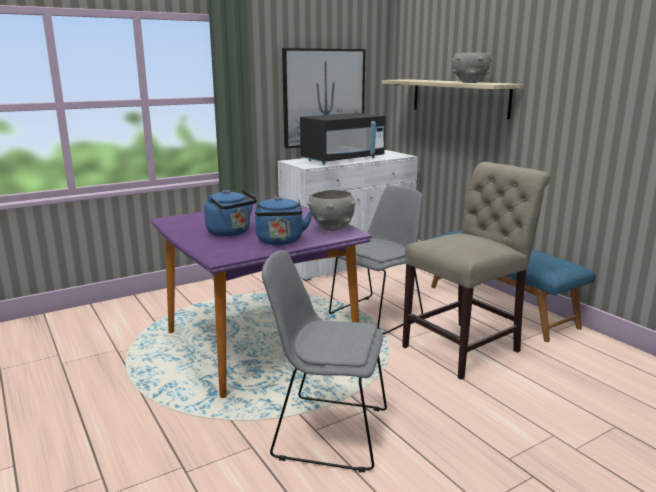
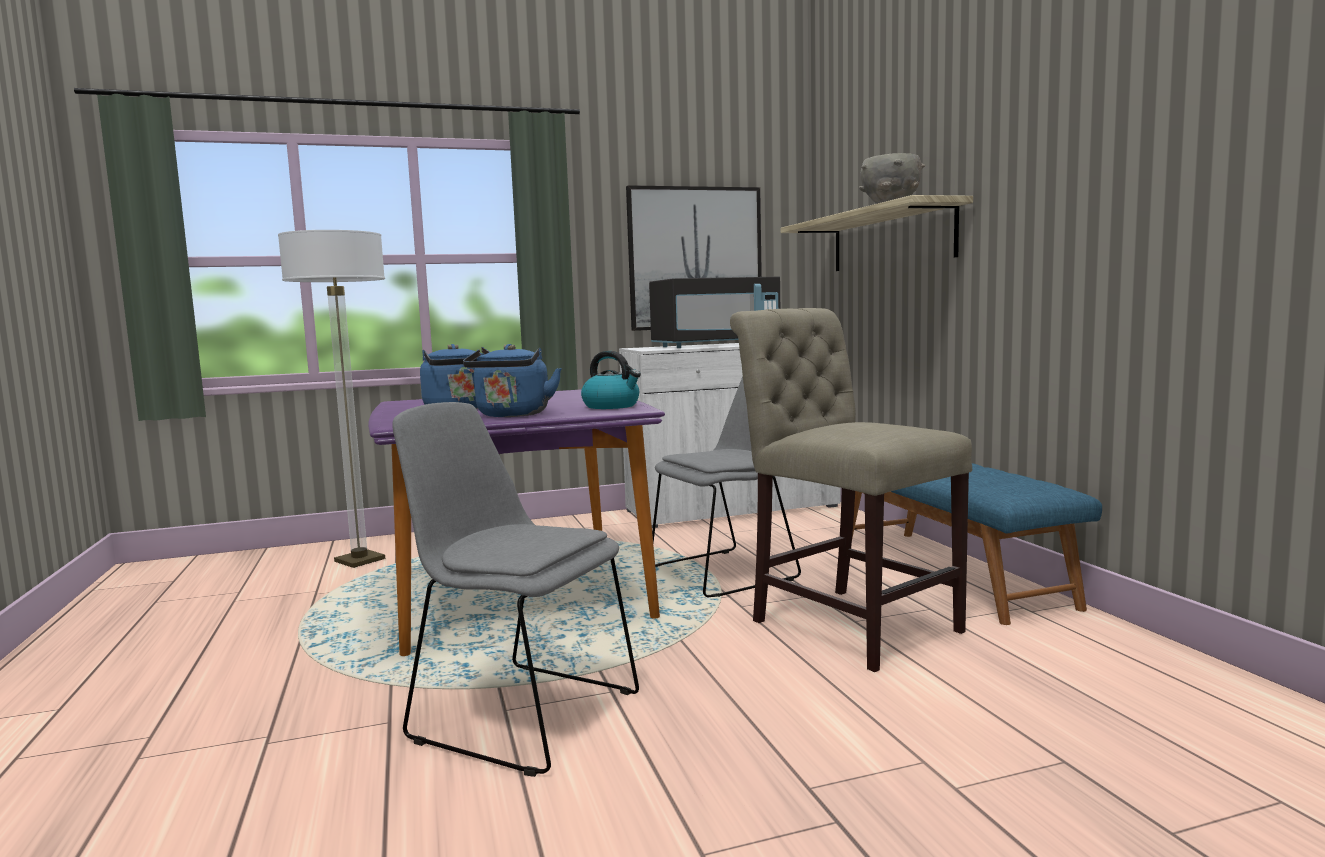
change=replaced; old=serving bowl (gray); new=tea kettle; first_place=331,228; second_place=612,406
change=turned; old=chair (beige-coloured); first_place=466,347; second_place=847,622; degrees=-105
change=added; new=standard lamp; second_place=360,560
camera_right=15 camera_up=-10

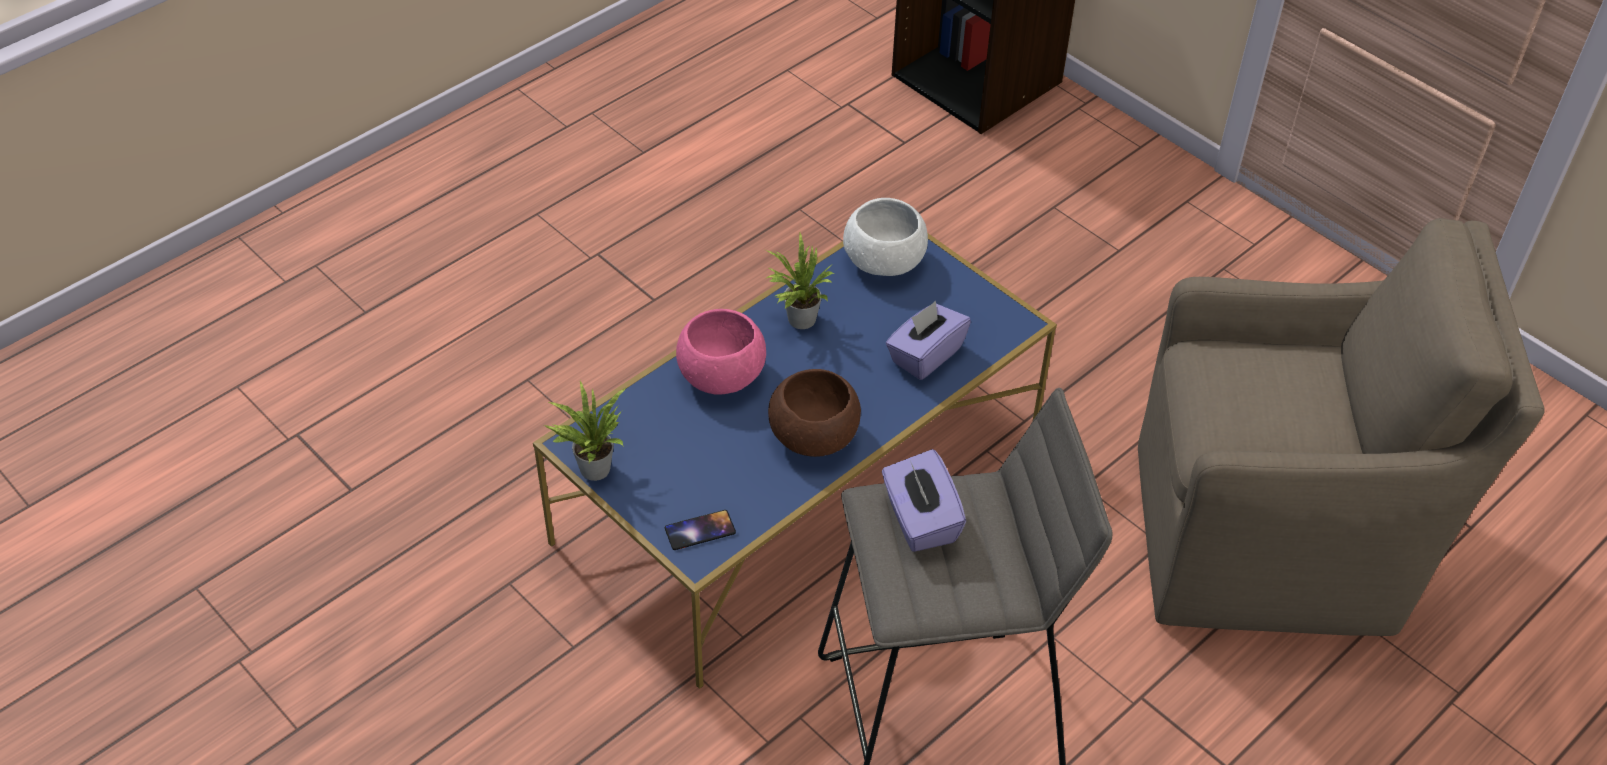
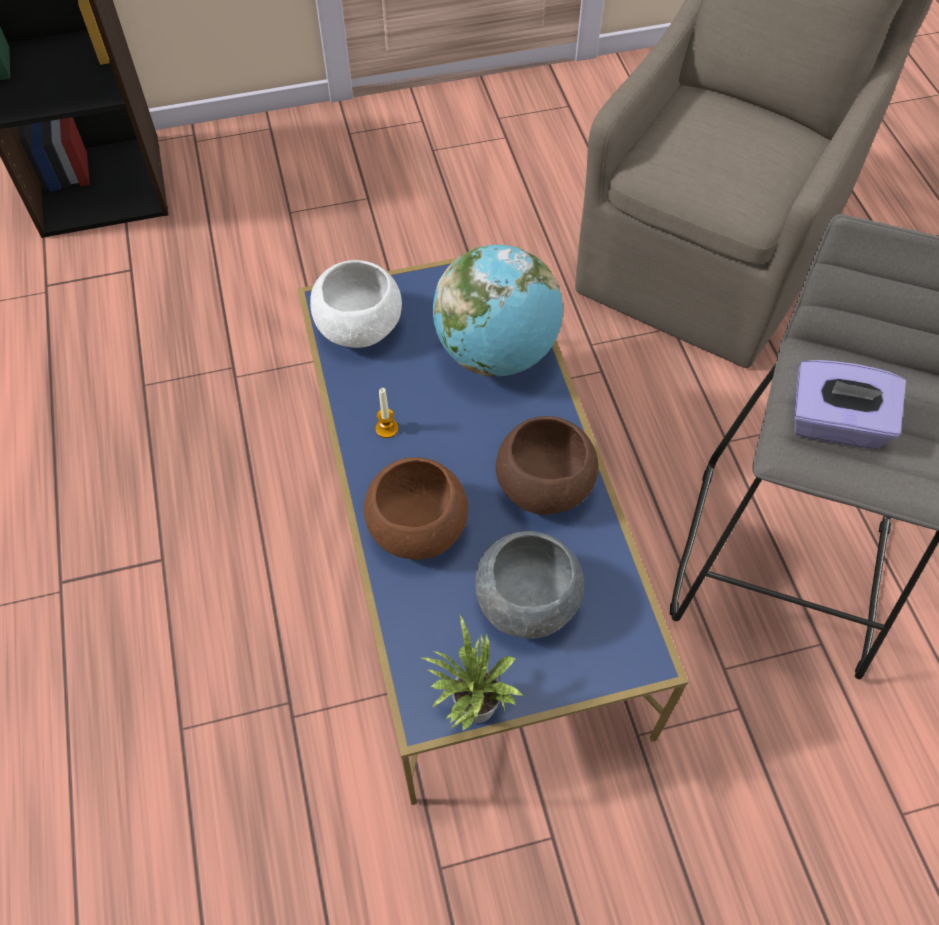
change=removed; old=telephone; first_place=700,530
change=recoloured; old=serving bowl (pink-coloured); new=serving bowl (brown-coloured); first_place=721,374; second_place=417,527
change=replaced; old=potted plant; new=wax candle; first_place=798,319; second_place=387,428
change=replaced; old=tissue holder (purplish); new=world globe; first_place=925,355; second_place=496,352
change=added; new=serving bowl (gray); second_place=527,601
camera_right=-60 camera_up=10

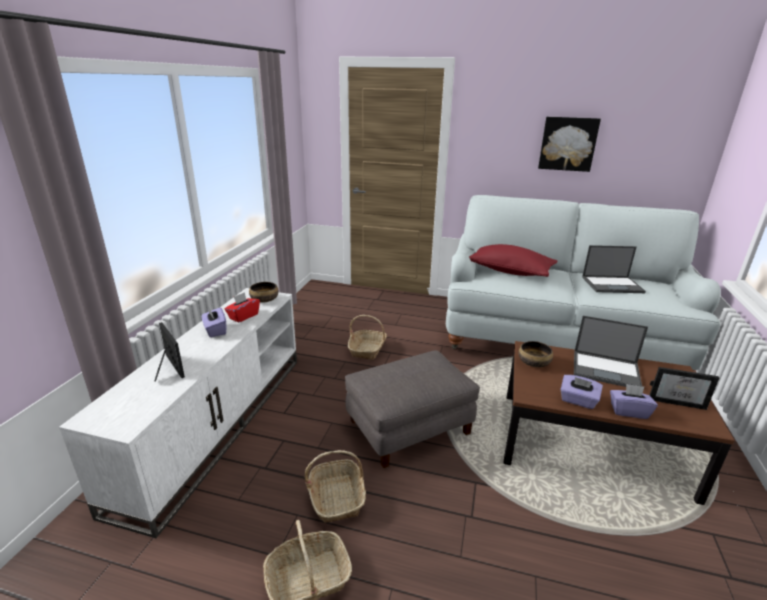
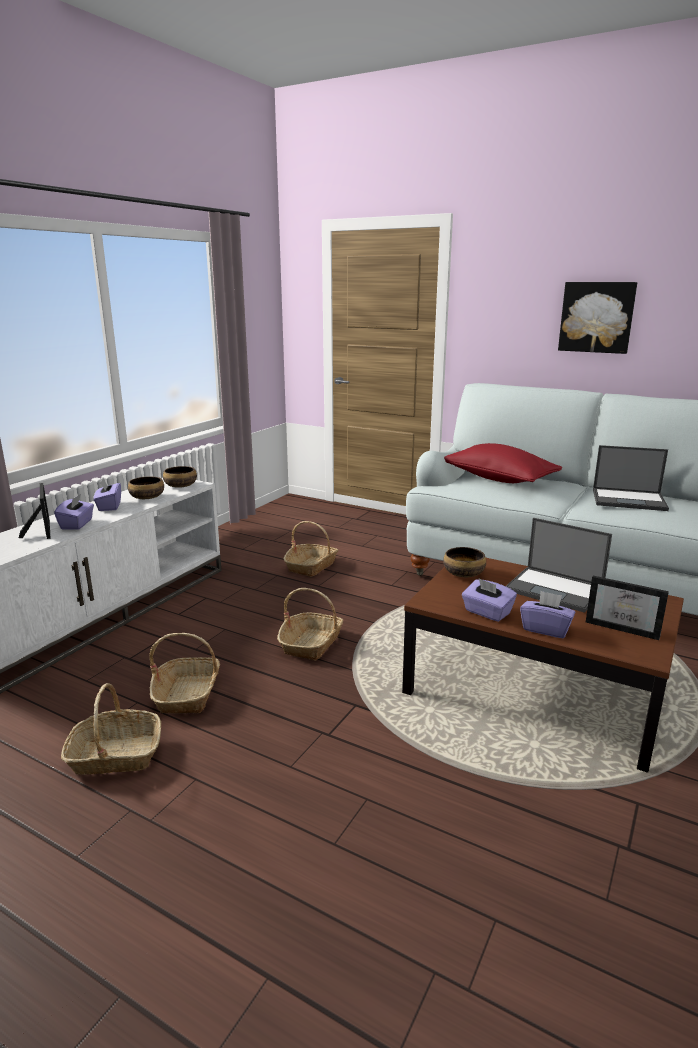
change=replaced; old=tissue holder (red-coloured); new=serving bowl; first_place=243,316; second_place=147,497
change=replaced; old=footrest (gray); new=storage basket; first_place=409,426; second_place=311,643
change=added; new=tissue holder (purplish); second_place=77,524
camera_right=15 camera_up=-5

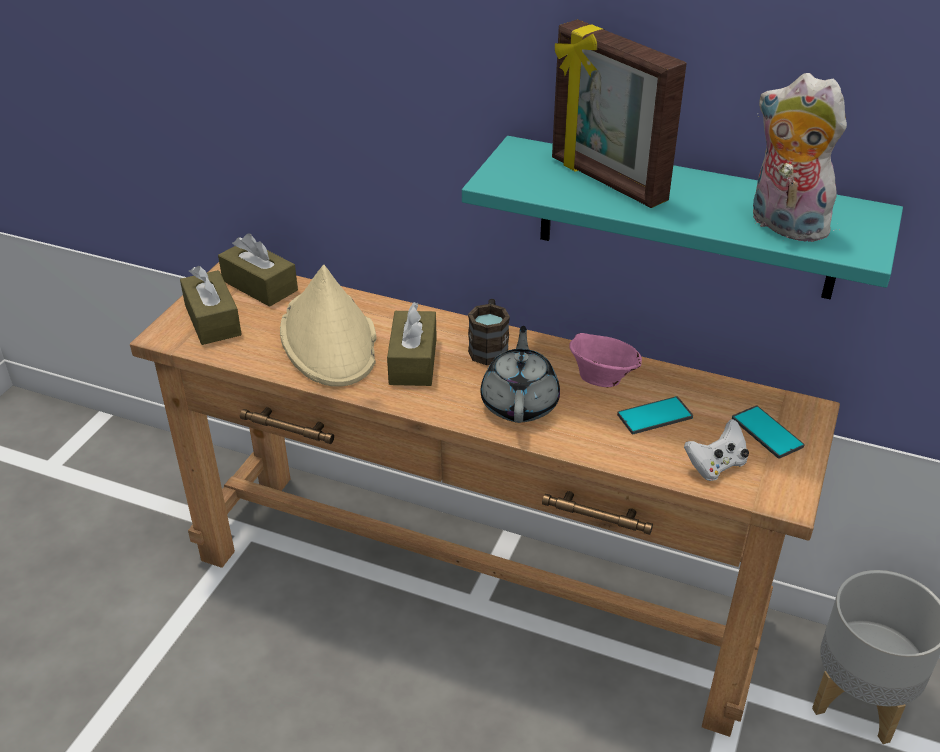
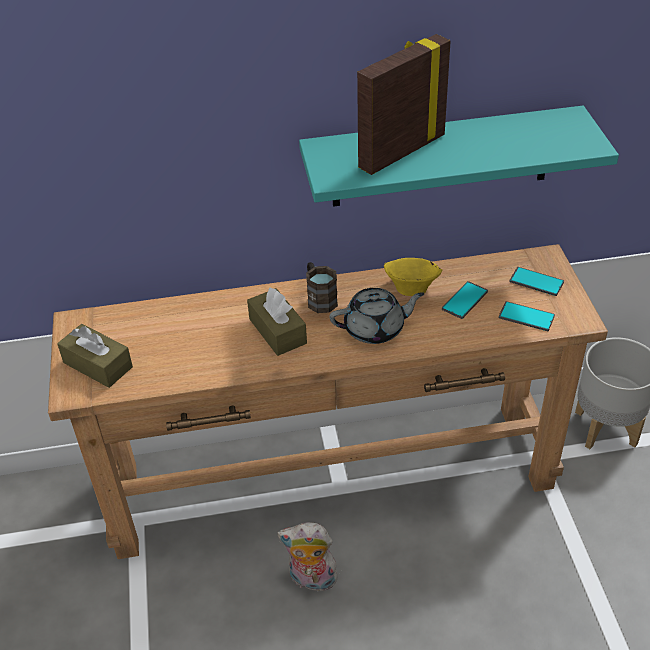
change=removed; old=tissue holder (brown-coloured); first_place=260,285
change=removed; old=wearable hat (beige-coloured); first_place=329,340
change=turned; old=teapot (gray); first_place=520,403; second_place=375,329; degrees=105
change=turned; old=photo frame; first_place=606,181; second_place=400,151; degrees=120
change=recoloured; old=serving bowl (pink-coloured); new=serving bowl (yellow-coloured); first_place=601,378; second_place=410,289
change=replaced; old=game controller (white); new=telephone; first_place=716,466; second_place=526,317
change=moved; old=plush toy; first_place=783,226; second_place=311,580
camera_right=-30 camera_up=5

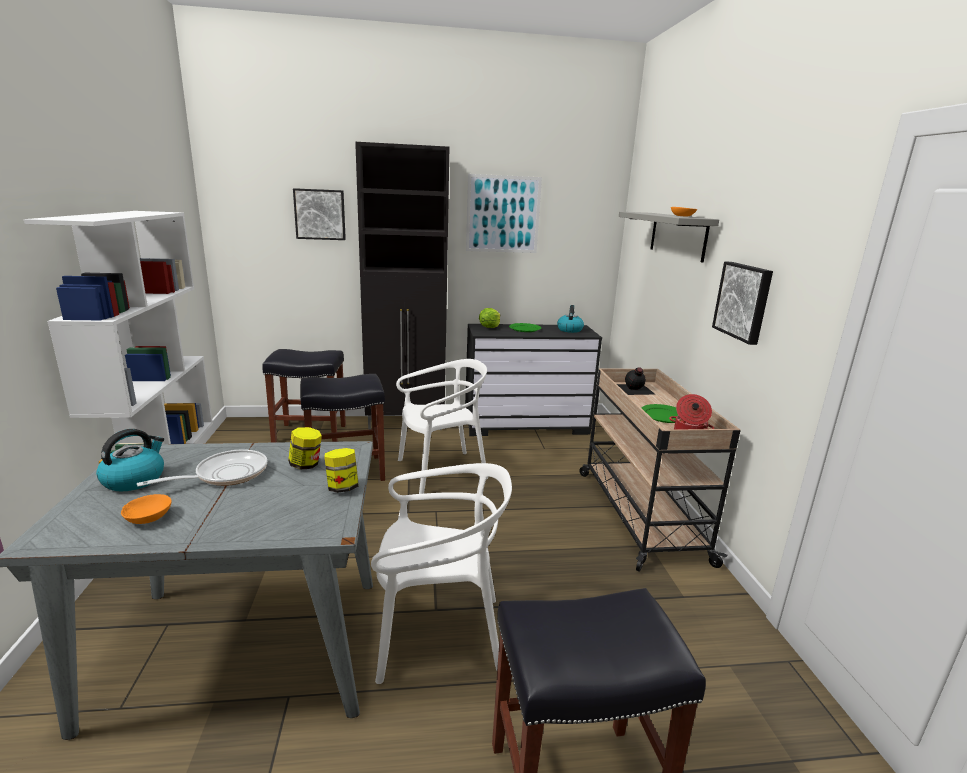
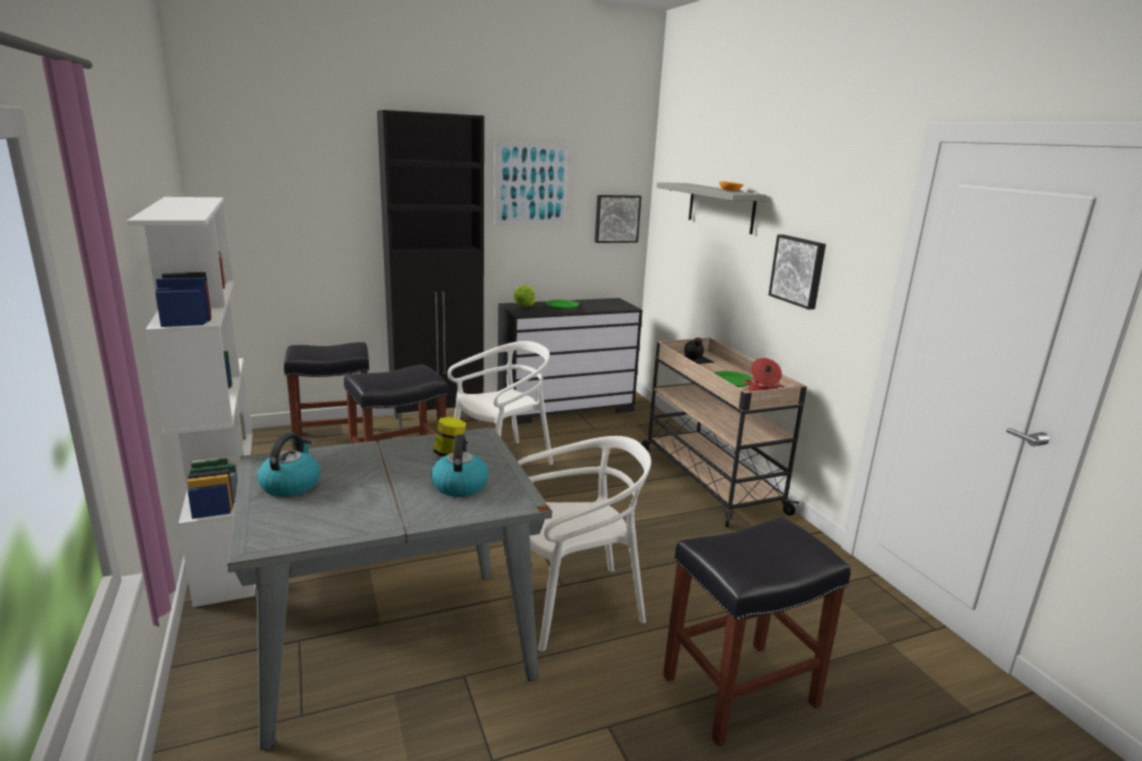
change=removed; old=serving bowl (orange); first_place=150,518
change=removed; old=frying pan; first_place=225,474
change=moved; old=picture; first_place=320,214; second_place=616,218
change=removed; old=preserve jar; first_place=342,488
change=moved; old=tea kettle; first_place=569,330; second_place=459,485
camera_right=-15 camera_up=0

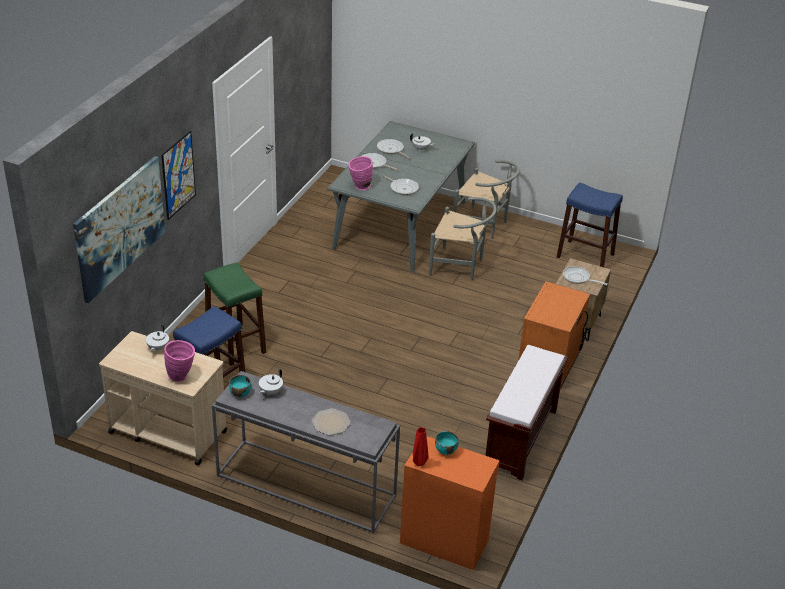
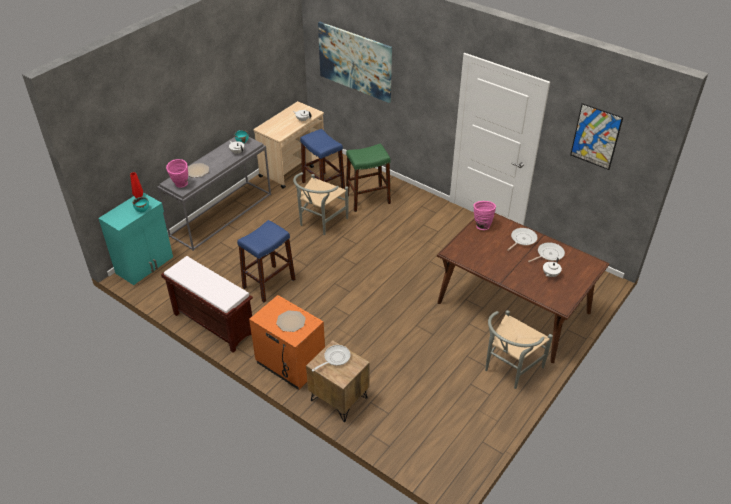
change=moved; old=picture; first_place=178,175; second_place=596,136
change=moved; old=decorative vase (pink-coloured); first_place=182,376; second_place=181,185
change=recoloured; old=dinner table (gray); new=dinner table (brown-coloured); first_place=400,225; second_place=512,308
change=removed; old=frying pan; first_place=403,188
change=recoloured; old=cabinet (orange); new=cabinet (turquoise-coloured); first_place=444,540; second_place=145,265
change=moved; old=chair (gray); first_place=460,266; second_place=320,222
change=moved; old=sitting stool (bluish); first_place=585,256; second_place=269,283
change=added; new=flat dish; second_place=290,322
camera_right=105 camera_up=5

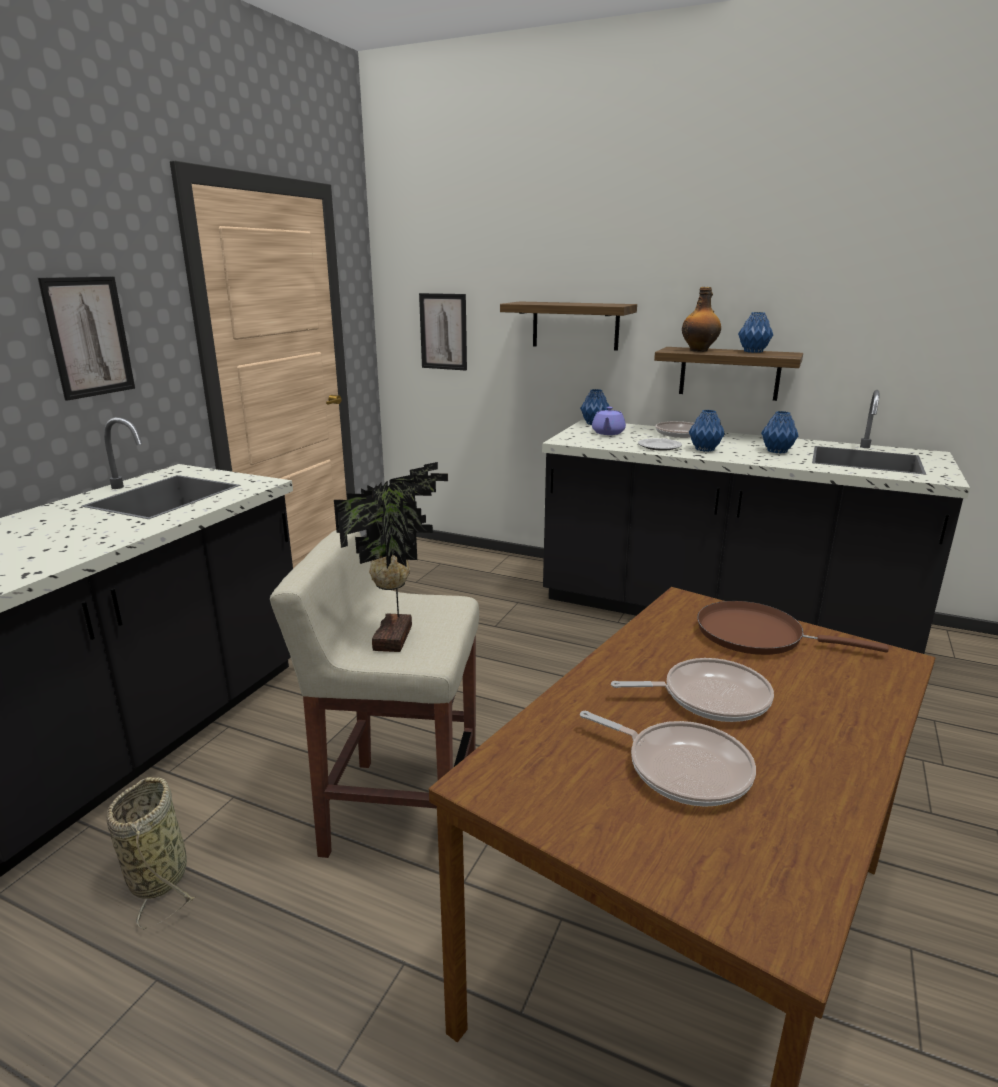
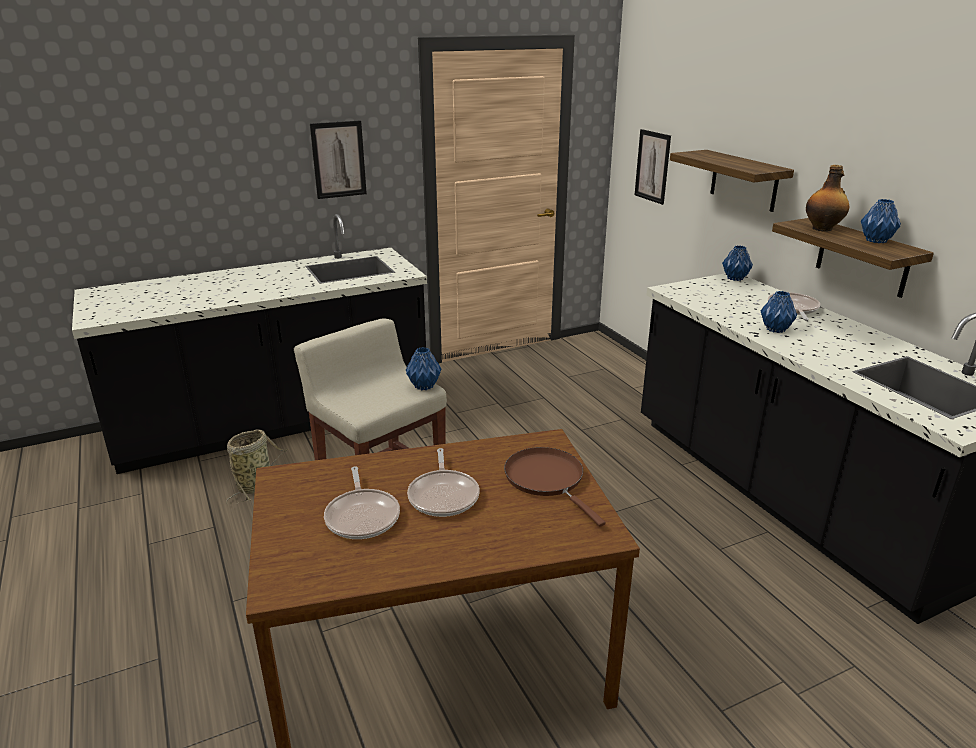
change=removed; old=potted plant; first_place=397,638
change=removed; old=teapot (purplish); first_place=608,433
change=turned; old=frying pan; first_place=709,697; second_place=443,495; degrees=45
change=removed; old=flat dish; first_place=659,446
change=moved; old=decorative vase (bluish); first_place=777,451; second_place=423,386
camera_right=40 camera_up=5

